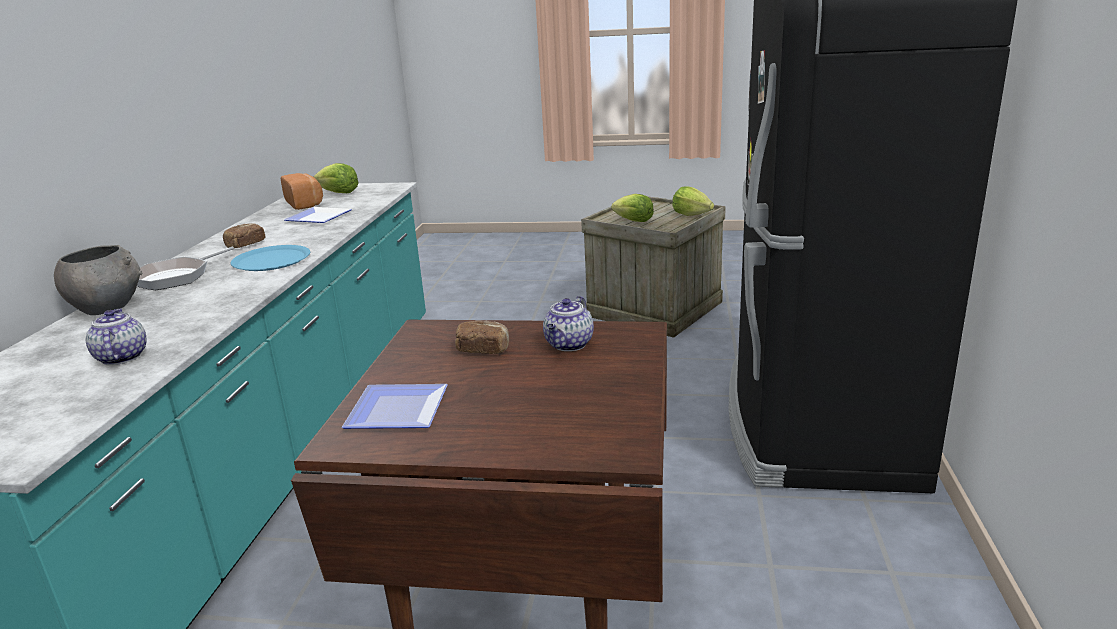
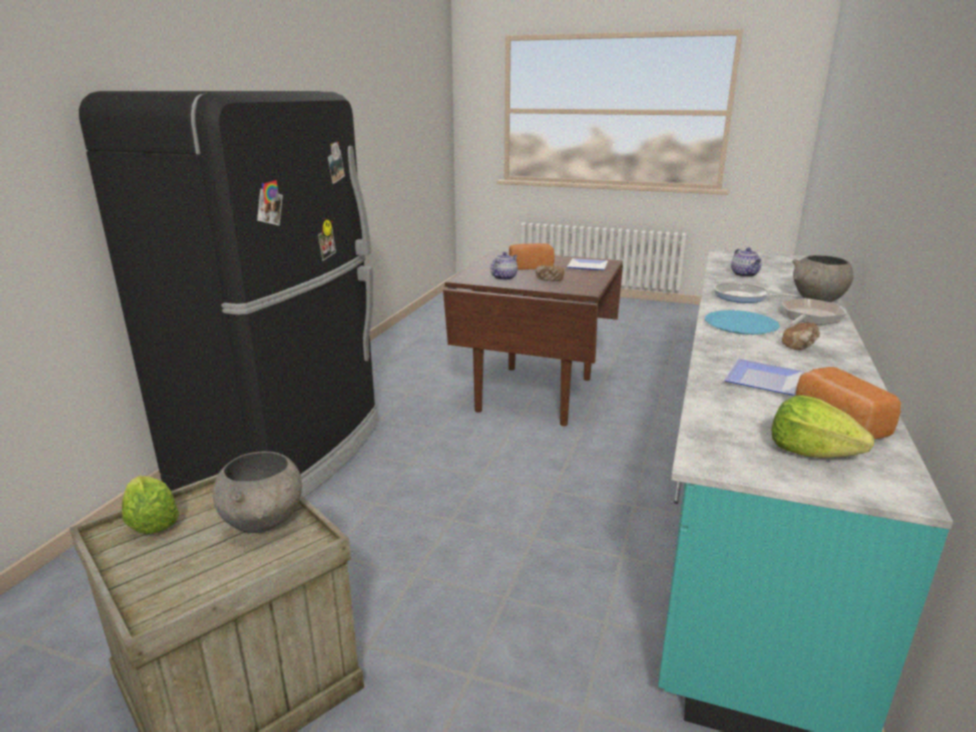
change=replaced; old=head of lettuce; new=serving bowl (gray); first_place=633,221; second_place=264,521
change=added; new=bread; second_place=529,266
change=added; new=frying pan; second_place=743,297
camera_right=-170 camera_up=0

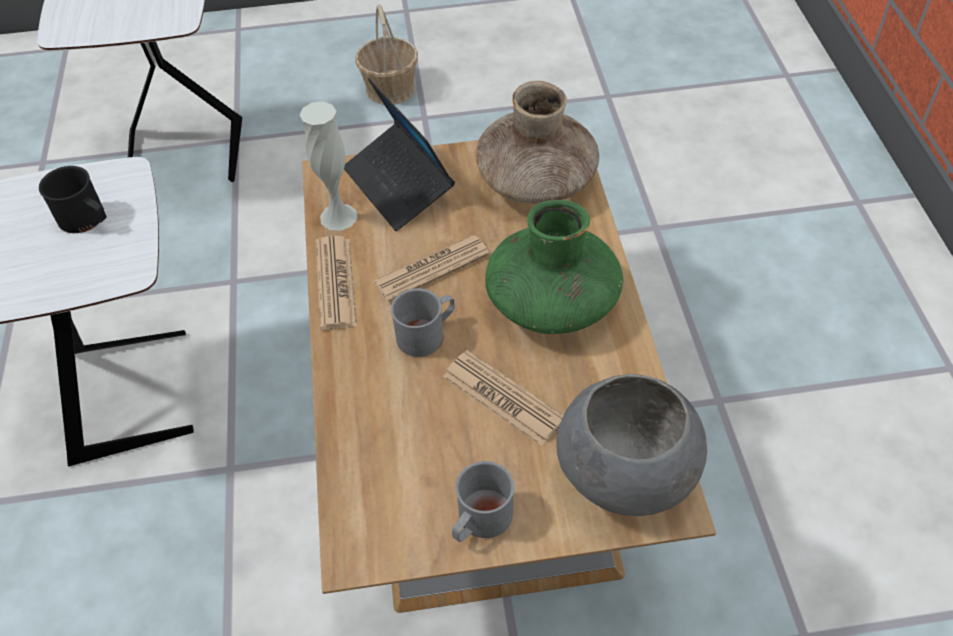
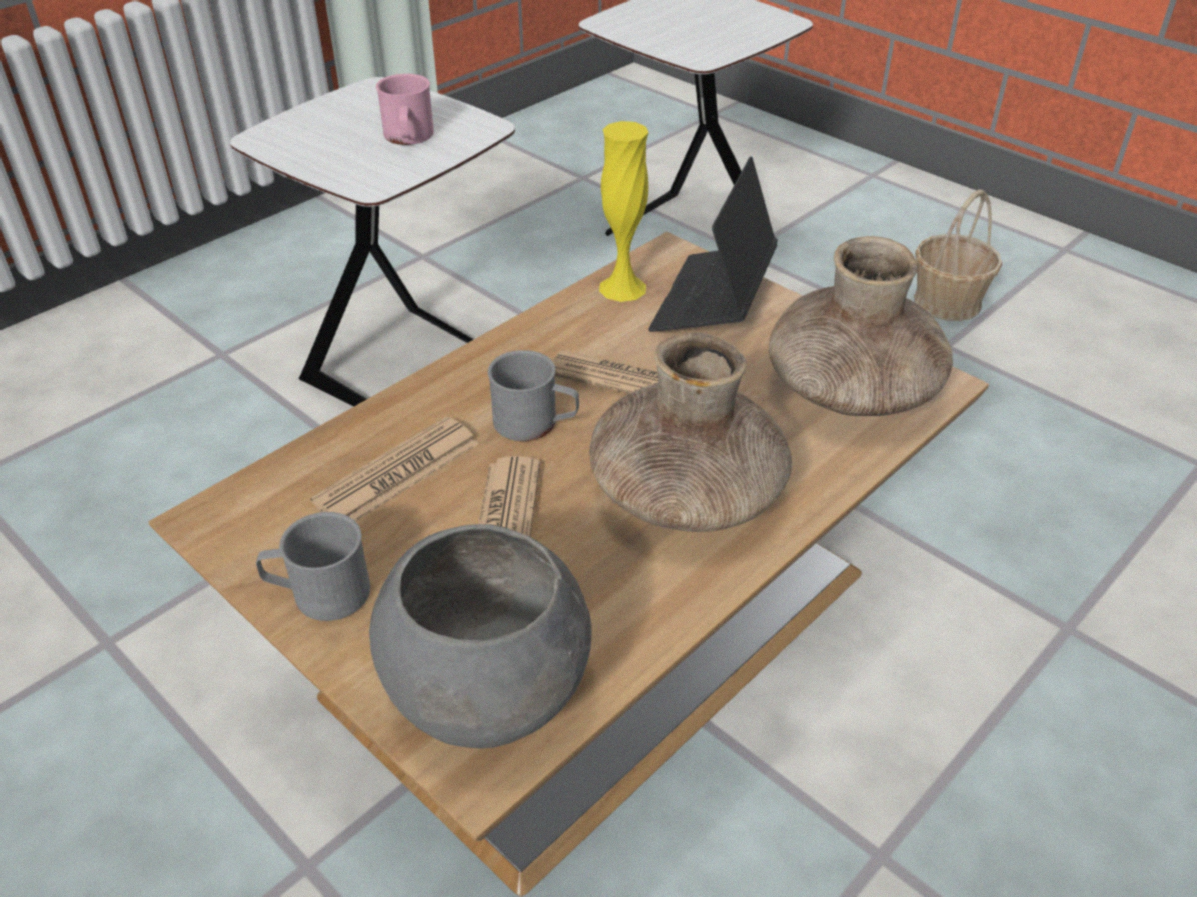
change=recoloured; old=tea mug (black); new=tea mug (pink-coloured); first_place=87,220; second_place=408,138
change=recoloured; old=decorative vase (white); new=decorative vase (yellow-coloured); first_place=338,217; second_place=622,288
change=moved; old=newspaper; first_place=335,283; second_place=397,473
change=recoloured; old=decorative vase (greenish); new=decorative vase (brown-coloured); first_place=552,301; second_place=686,493
camera_right=50 camera_up=-10

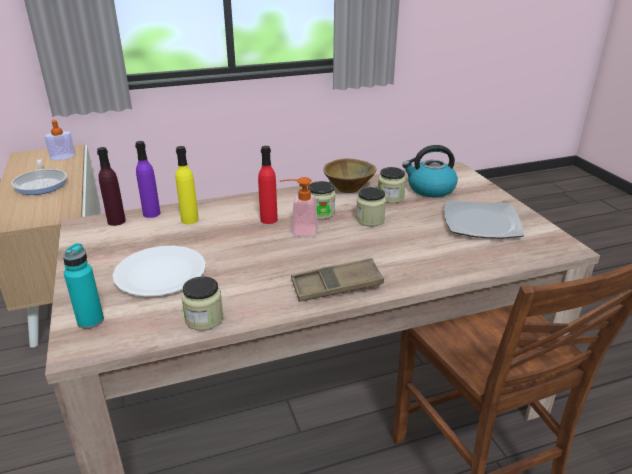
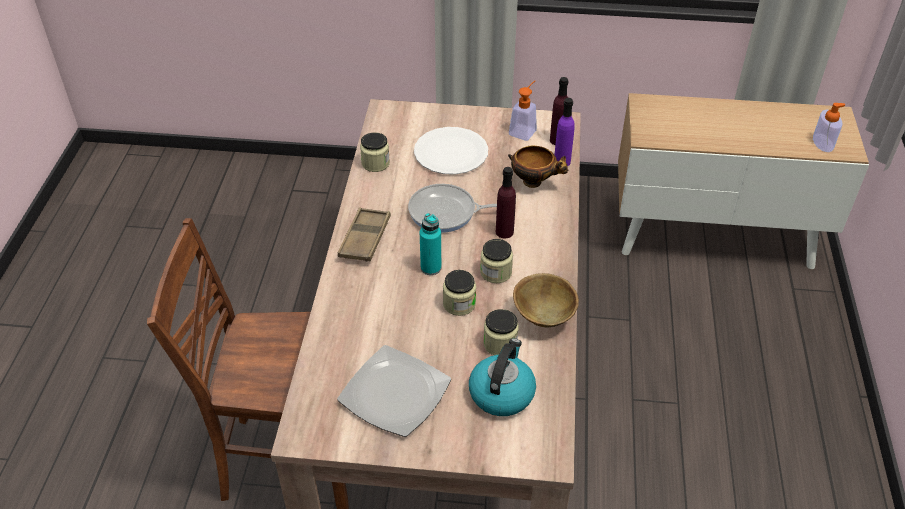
change=moved; old=frying pan; first_place=41,184; second_place=446,213
change=moved; old=drink bottle (turquoise-coloured); first_place=90,321; second_place=431,268
change=replaced; old=drink bottle (yellow-coloured); new=serving bowl; first_place=190,220; second_place=534,182
change=recoloured; old=drink bottle (red-coloured); new=drink bottle (purplish); first_place=269,219; second_place=504,232
change=moved; old=liquid soap bottle; first_place=299,231; second_place=524,130
camera_right=115 camera_up=15

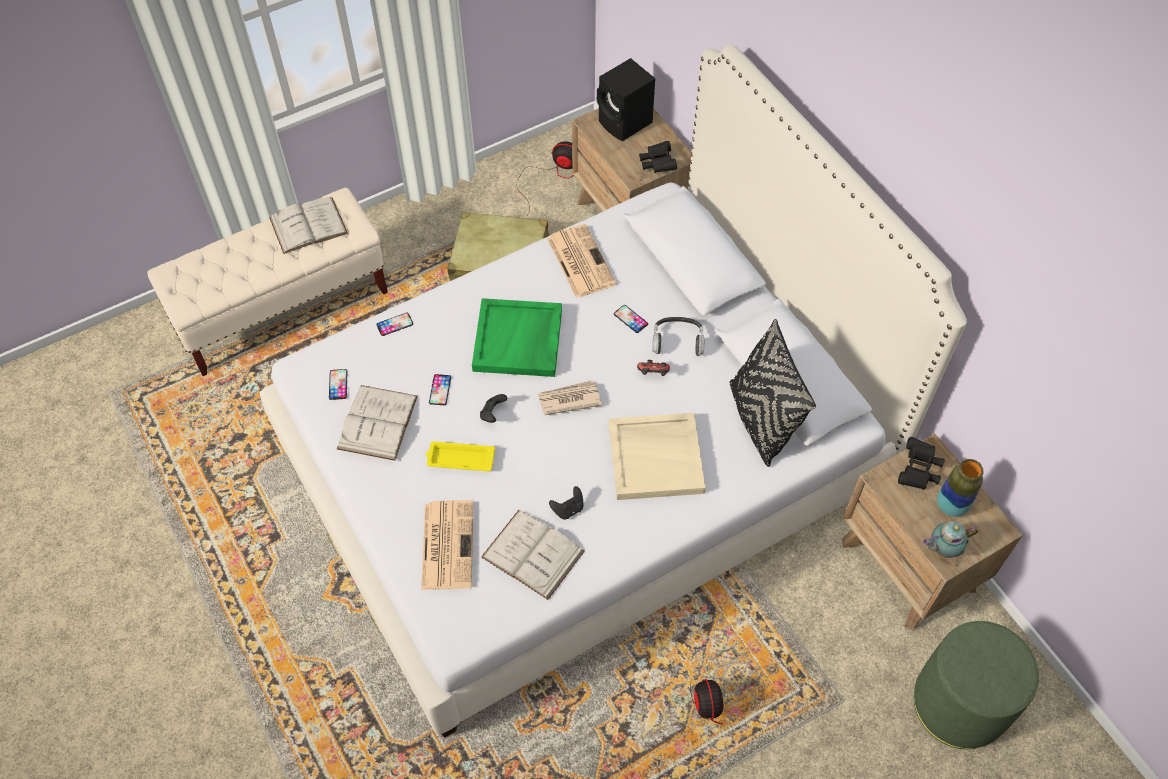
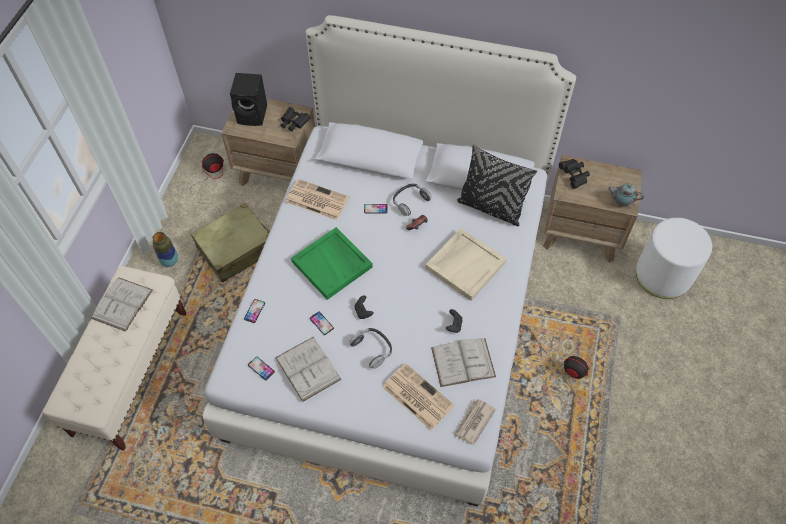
change=replaced; old=tray (yellow-coloured); new=headphones; first_place=459,459; second_place=372,349
change=moved; old=newspaper; first_place=569,399; second_place=473,422
change=recoloured; old=footrest (greenish); new=footrest (white); first_place=959,704; second_place=663,275
change=turned; old=teapot; first_place=942,549; second_place=621,203; degrees=75
change=moved; old=decorative vase; first_place=951,506; second_place=170,261
camera_right=-45 camera_up=0

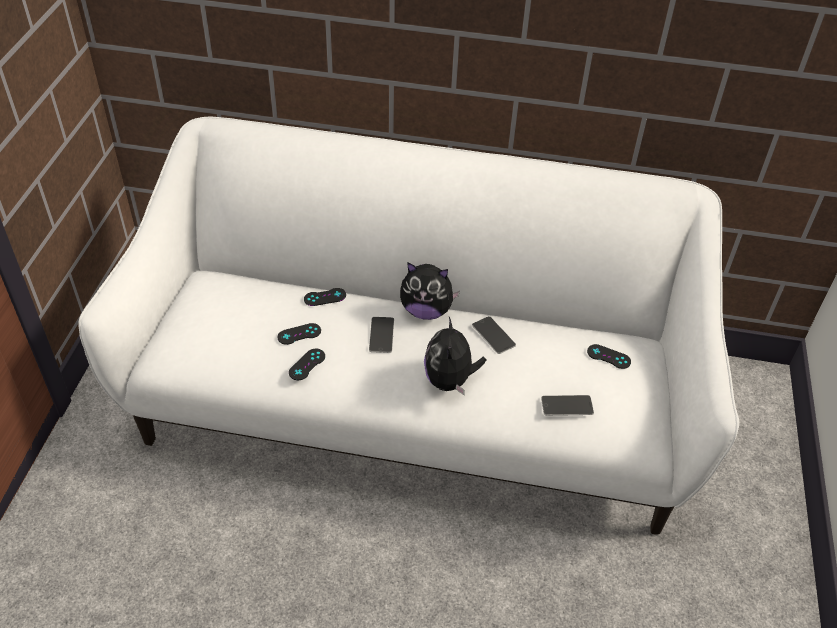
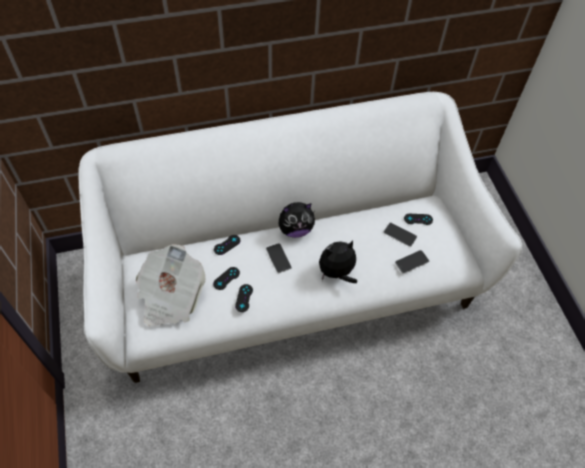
change=turned; old=plush toy; first_place=450,381; second_place=337,273; degrees=90
change=moved; old=telephone; first_place=493,335; second_place=400,234
change=added; new=newspaper; second_place=170,297
camera_right=-25 camera_up=10

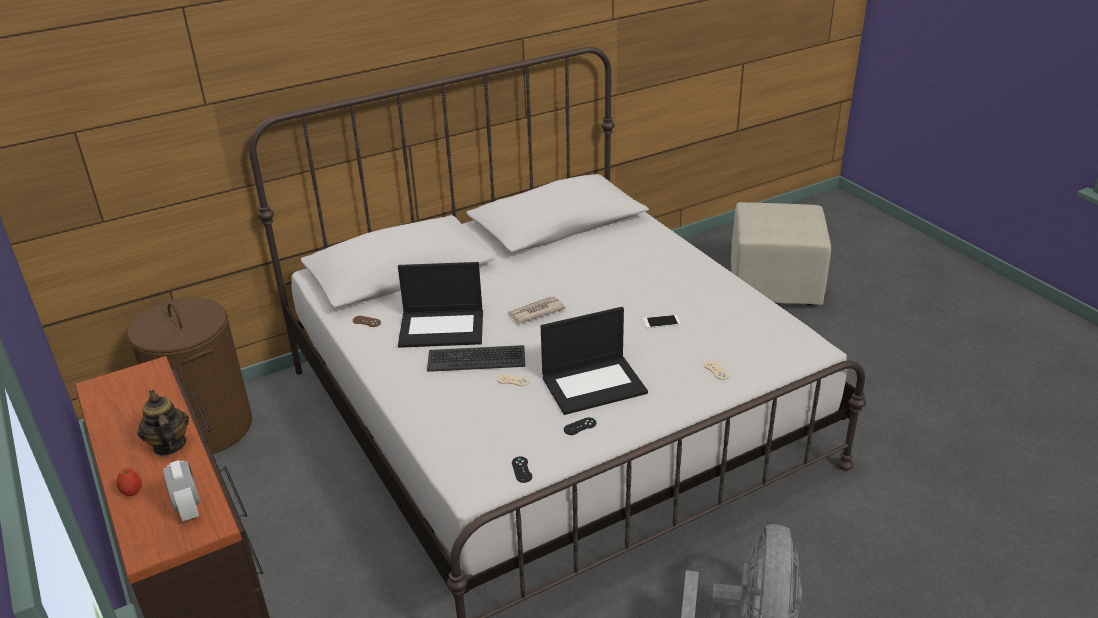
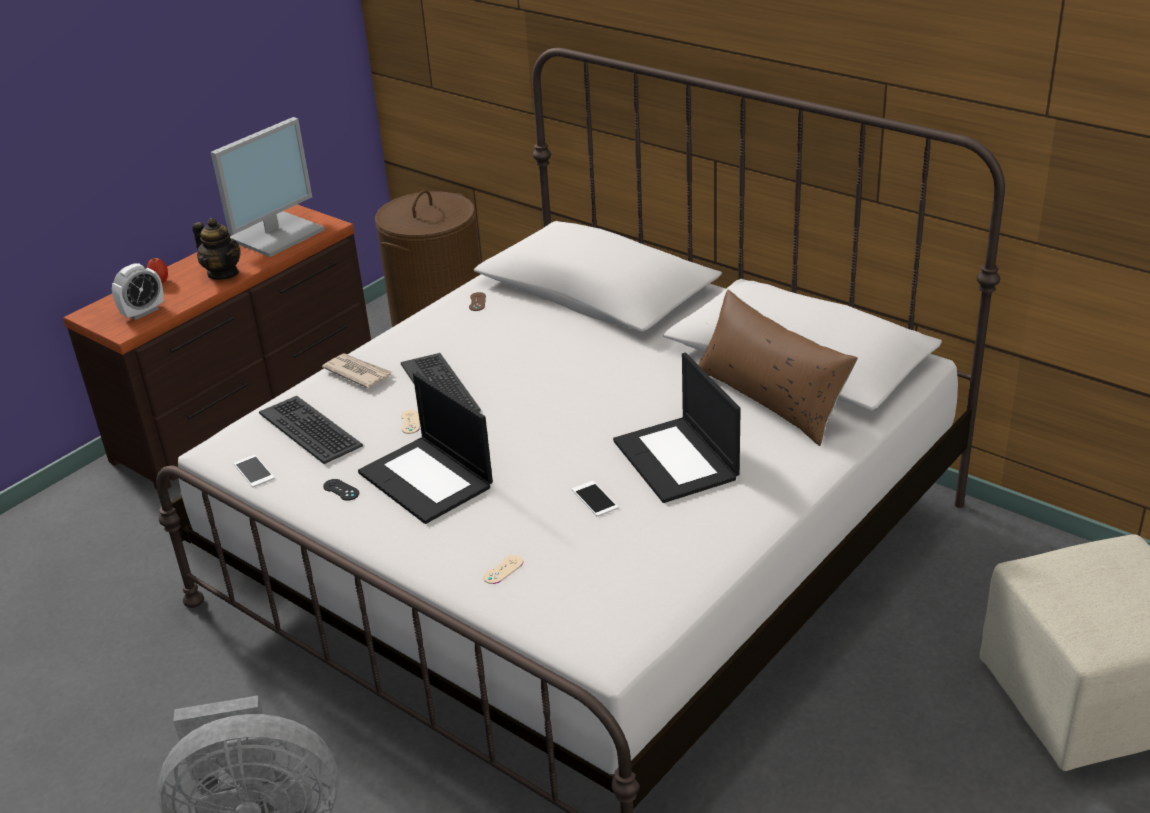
change=turned; old=teapot; first_place=169,445; second_place=223,273; degrees=90
change=moved; old=laptop; first_place=442,328; second_place=677,460
change=moved; old=newspaper; first_place=535,312; second_place=358,373
change=replaced; old=game controller (black); new=telephone; first_place=522,469; second_place=254,471
change=added; new=monitor; second_place=277,234
change=added; new=PC keyboard; second_place=311,429
change=added; new=throw pillow (brown-coloured); second_place=771,398
camera_right=70 camera_up=0

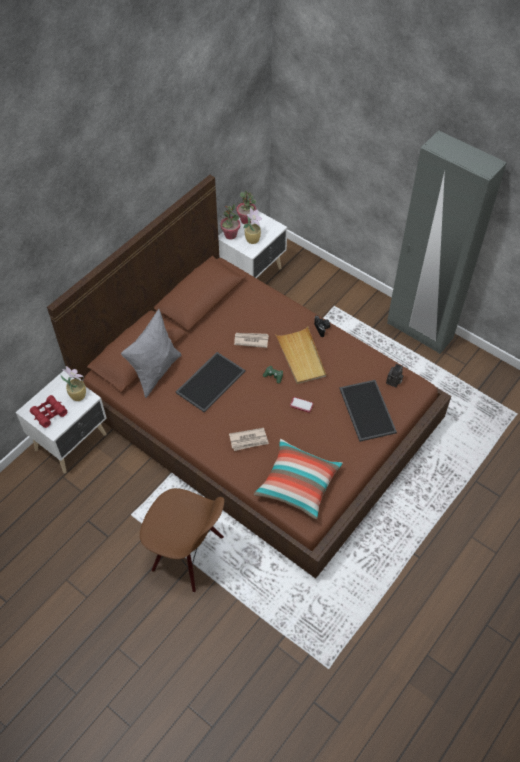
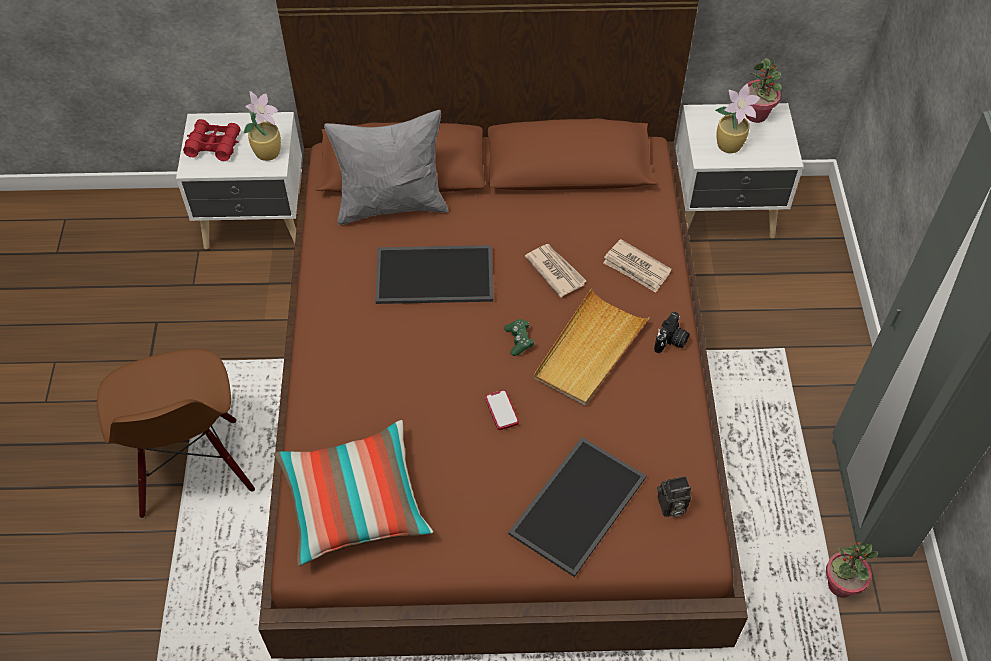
change=moved; old=potted plant; first_place=230,235; second_place=840,585
change=moved; old=newspaper; first_place=249,440; second_place=636,268
camera_right=50 camera_up=0

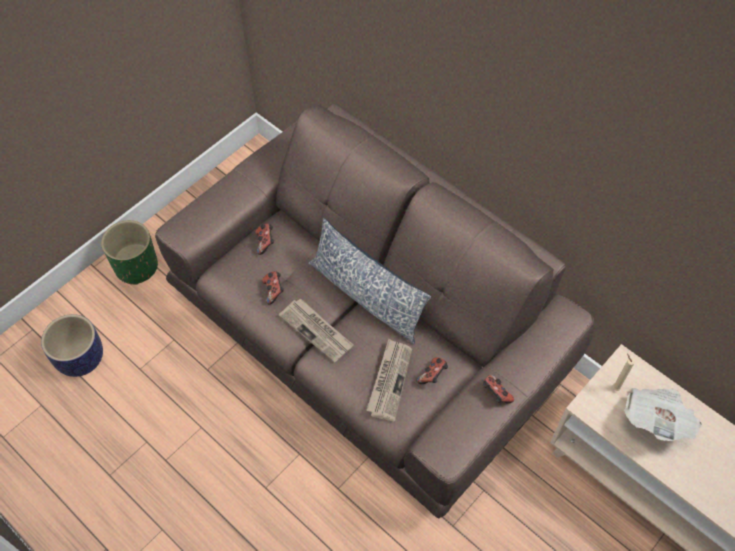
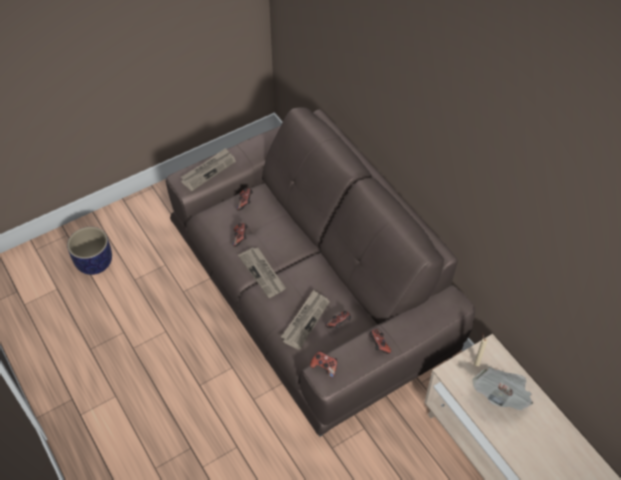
change=removed; old=planter (greenish); first_place=136,266
change=removed; old=throw pillow; first_place=366,296
change=added; new=newspaper; second_place=208,170
change=added; new=game controller; second_place=324,367
camera_right=15 camera_up=-5

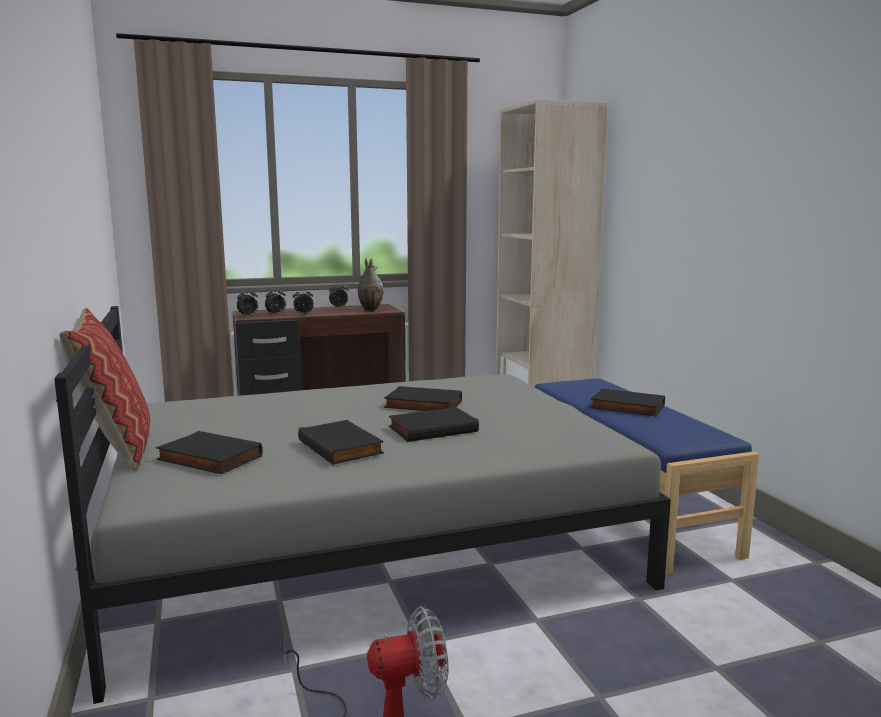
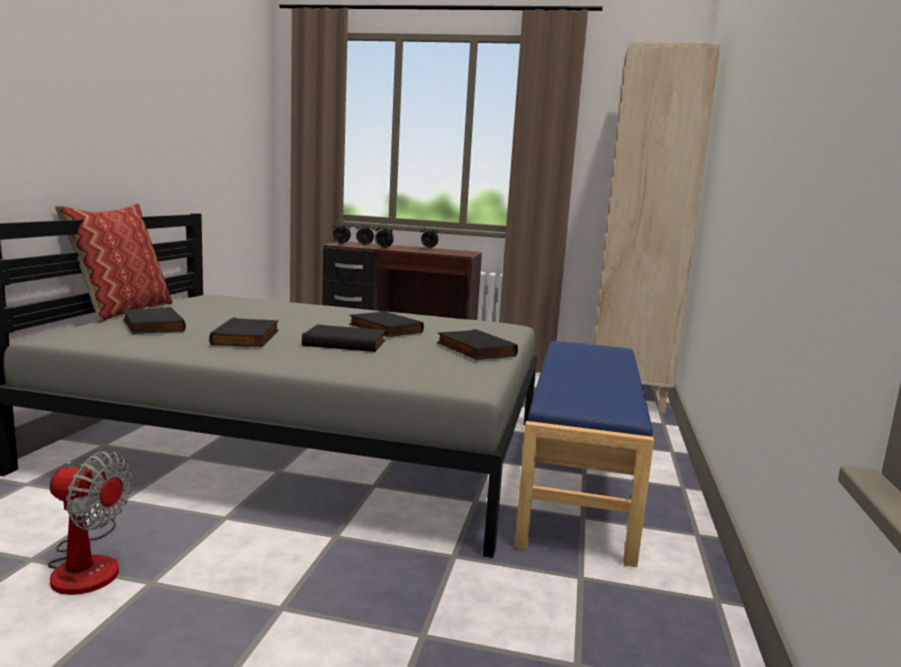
change=removed; old=decorative vase; first_place=369,310
change=moved; old=bound book (black); first_place=626,407; second_place=474,349
camera_right=30 camera_up=0

